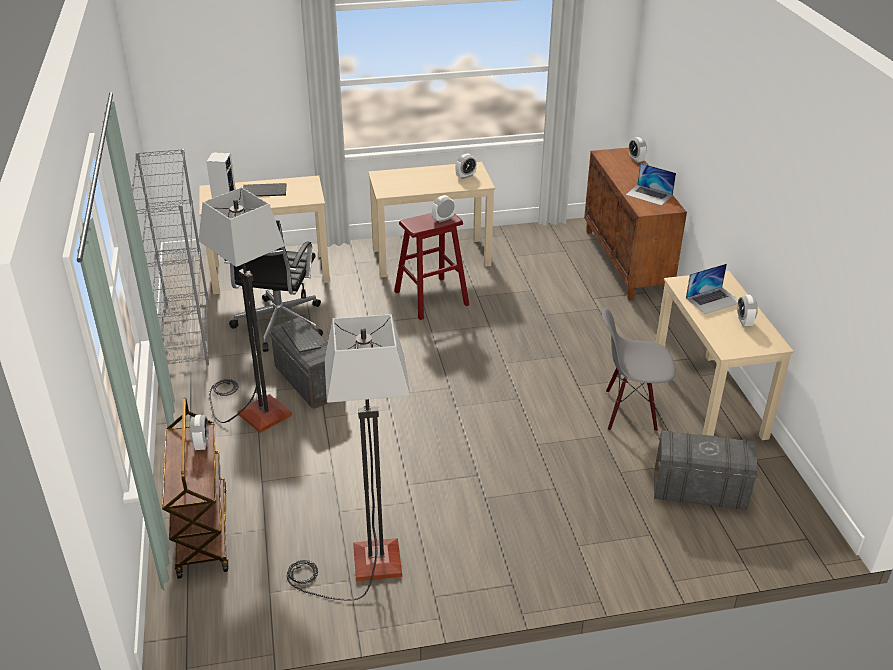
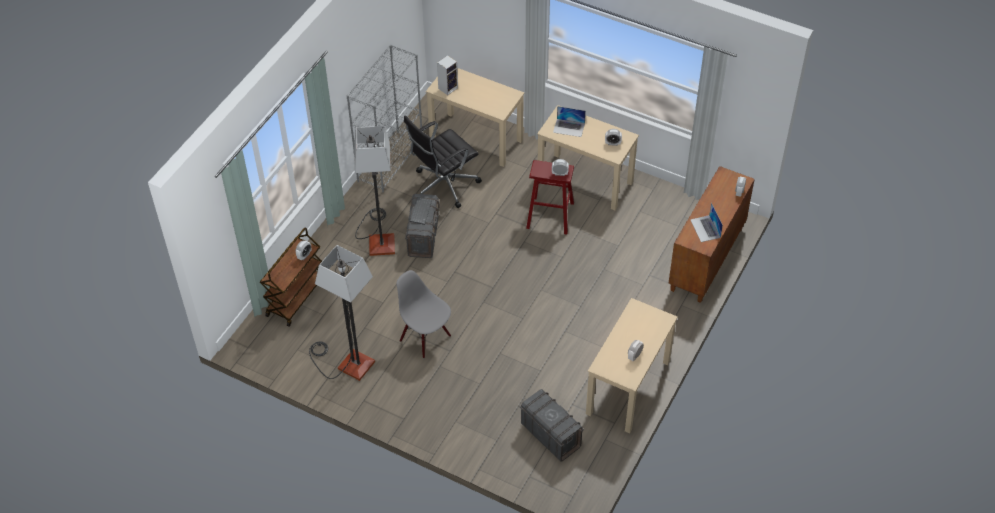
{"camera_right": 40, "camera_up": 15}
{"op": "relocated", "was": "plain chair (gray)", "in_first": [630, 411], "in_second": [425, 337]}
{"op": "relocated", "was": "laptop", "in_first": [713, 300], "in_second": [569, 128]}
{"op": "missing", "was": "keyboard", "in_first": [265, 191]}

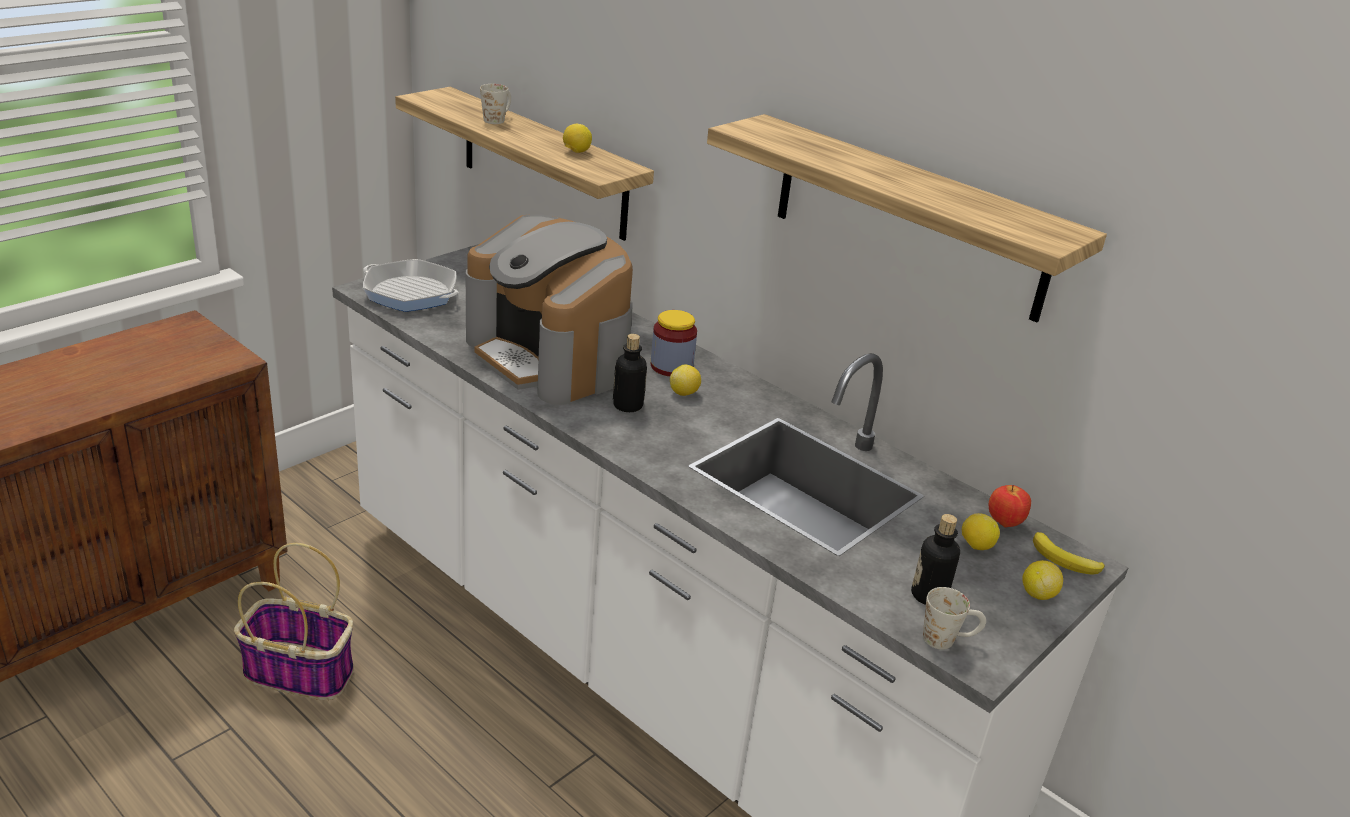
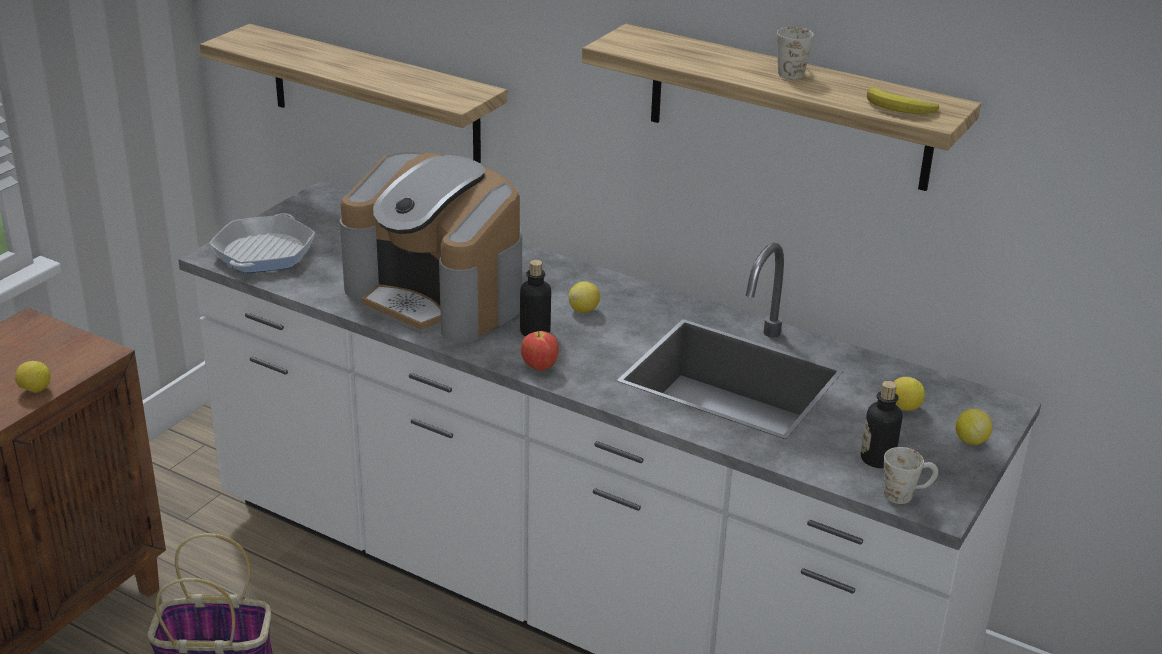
{"camera_right": -10, "camera_up": 0}
{"op": "relocated", "was": "whole lemon", "in_first": [576, 152], "in_second": [35, 390]}
{"op": "spun", "was": "pan", "in_first": [410, 293], "in_second": [264, 252], "clockwise": -90}
{"op": "relocated", "was": "apple fruit", "in_first": [1004, 523], "in_second": [539, 367]}
{"op": "relocated", "was": "coffee mug (whitish)", "in_first": [498, 119], "in_second": [792, 71]}
{"op": "relocated", "was": "banana", "in_first": [1065, 560], "in_second": [901, 108]}
{"op": "missing", "was": "storage jar", "in_first": [671, 366]}

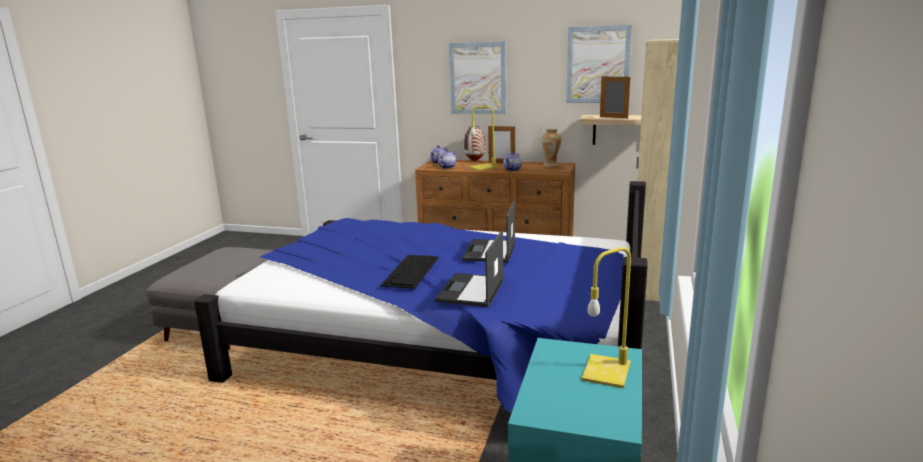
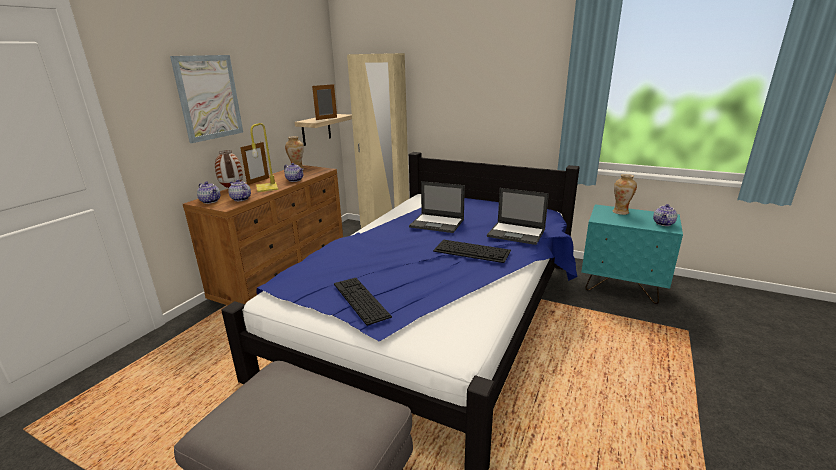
{"camera_right": -80, "camera_up": 5}
{"op": "appeared", "now": "keyboard", "in_second": [361, 300]}
{"op": "exchanged", "was": "tabletop lamp (yellowish)", "now": "vase", "in_first": [606, 370], "in_second": [620, 212]}
{"op": "appeared", "now": "pot for tea", "in_second": [664, 224]}
{"op": "missing", "was": "wall art", "in_first": [598, 65]}

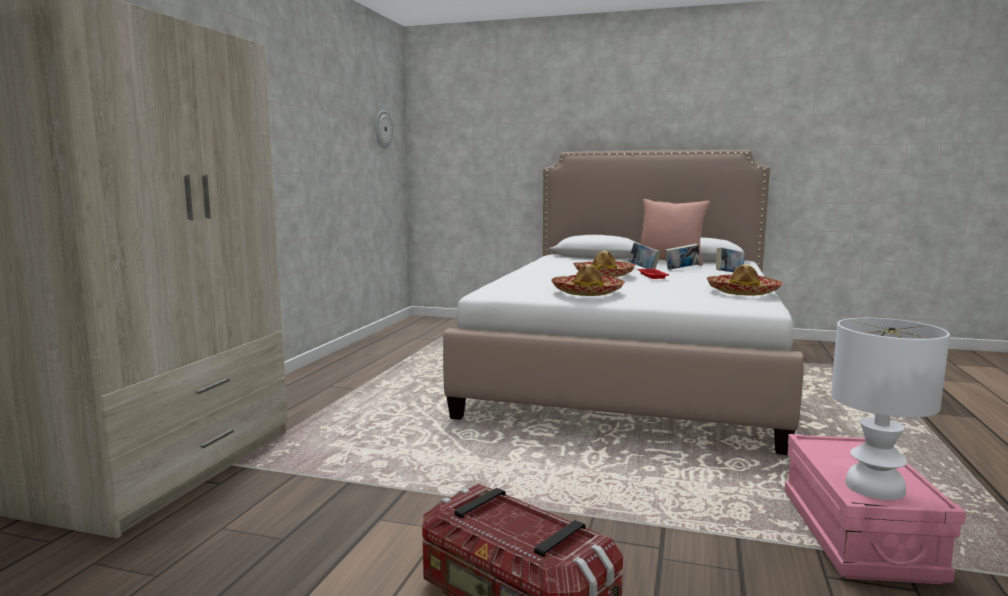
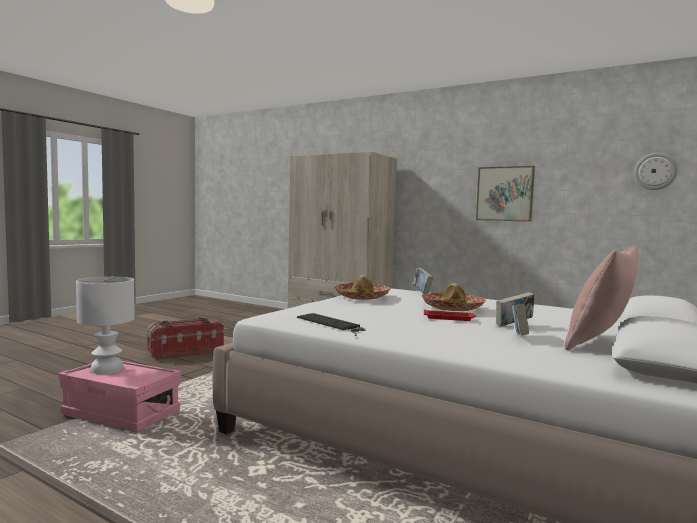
{"camera_right": 105, "camera_up": -5}
{"op": "exchanged", "was": "wearable hat", "now": "keyboard", "in_first": [743, 292], "in_second": [332, 324]}
{"op": "relocated", "was": "volume", "in_first": [729, 274], "in_second": [422, 292]}
{"op": "appeared", "now": "wall art", "in_second": [504, 194]}

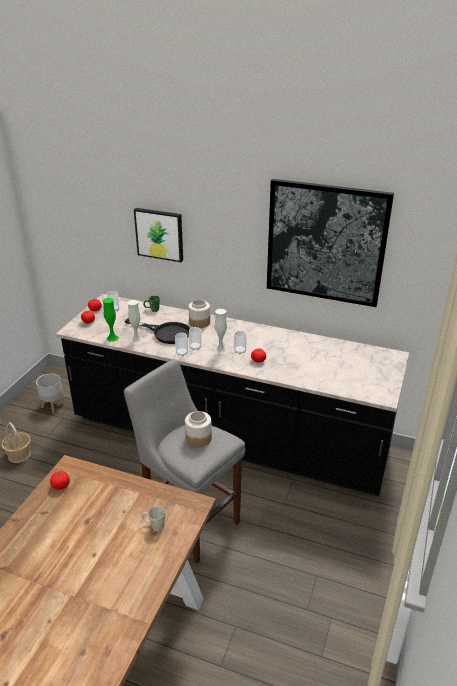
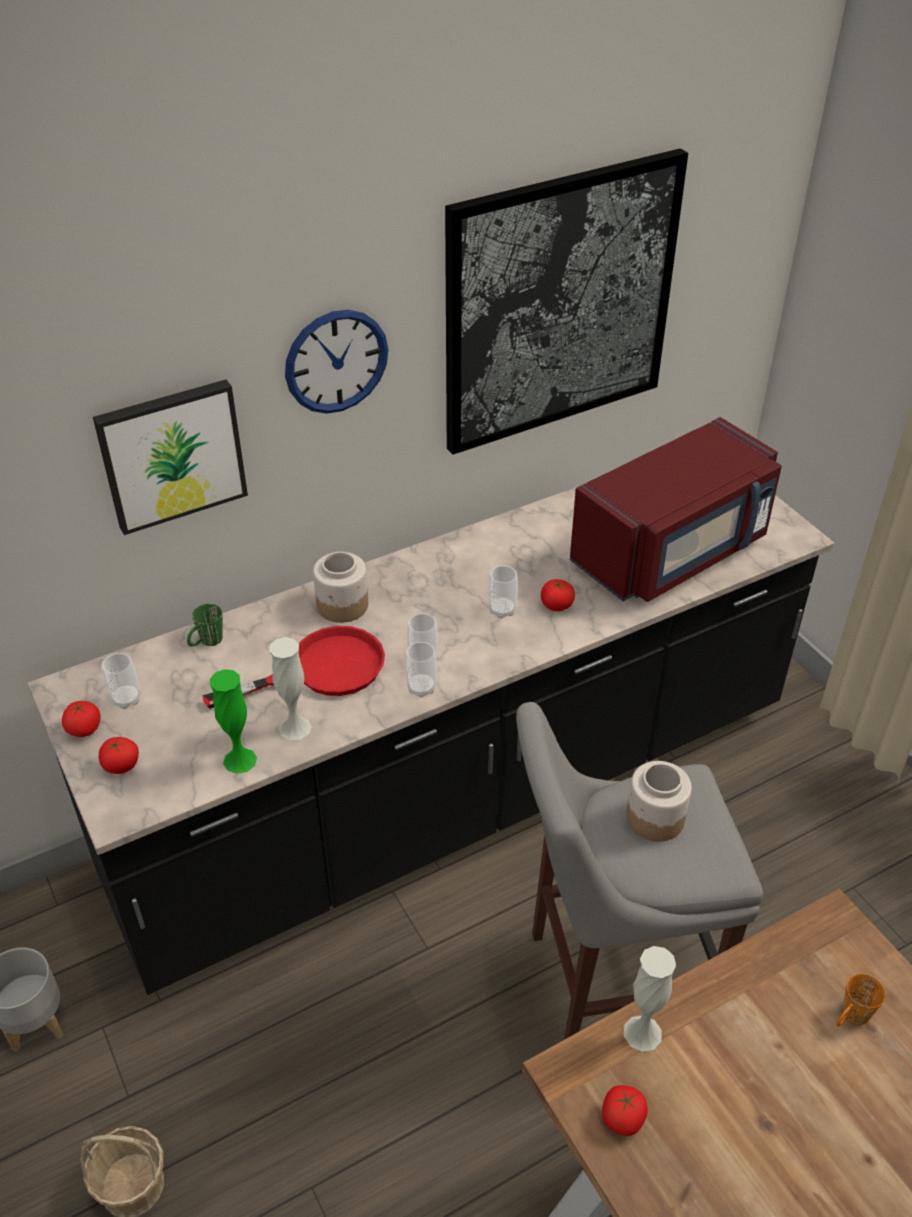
{"camera_right": -50, "camera_up": 10}
{"op": "colour", "was": "pan (blackish)", "now": "pan (red-coloured)", "in_first": [165, 333], "in_second": [320, 670]}
{"op": "appeared", "now": "wall clock", "in_second": [336, 361]}
{"op": "appeared", "now": "microwave oven (red-coloured)", "in_second": [672, 551]}
{"op": "relocated", "was": "vase (whitish)", "in_first": [221, 350], "in_second": [642, 1033]}
{"op": "colour", "was": "coffee mug (whitish)", "now": "coffee mug (orange-coloured)", "in_first": [153, 525], "in_second": [850, 1018]}

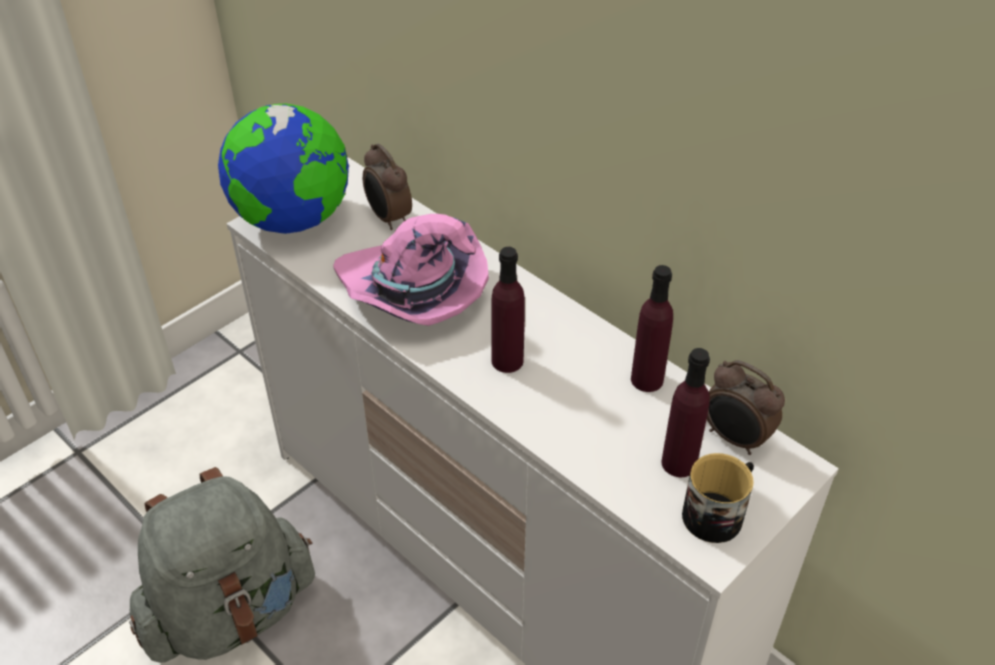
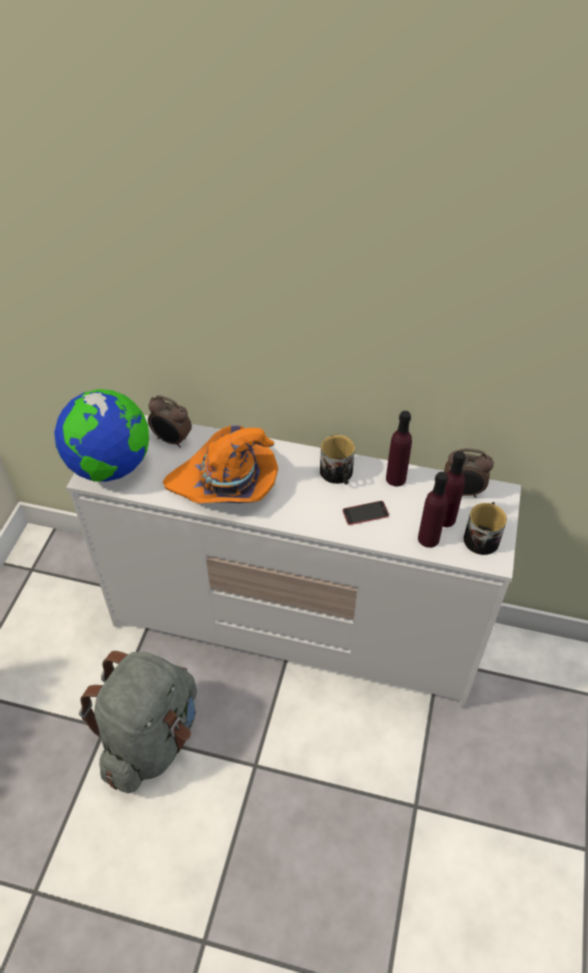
{"camera_right": -30, "camera_up": 5}
{"op": "colour", "was": "wearable hat (pink)", "now": "wearable hat (orange-coloured)", "in_first": [413, 293], "in_second": [226, 483]}
{"op": "appeared", "now": "coffee mug", "in_second": [338, 474]}
{"op": "appeared", "now": "phone", "in_second": [365, 513]}
{"op": "relocated", "was": "beverage bottle (purplish)", "in_first": [507, 361], "in_second": [428, 538]}

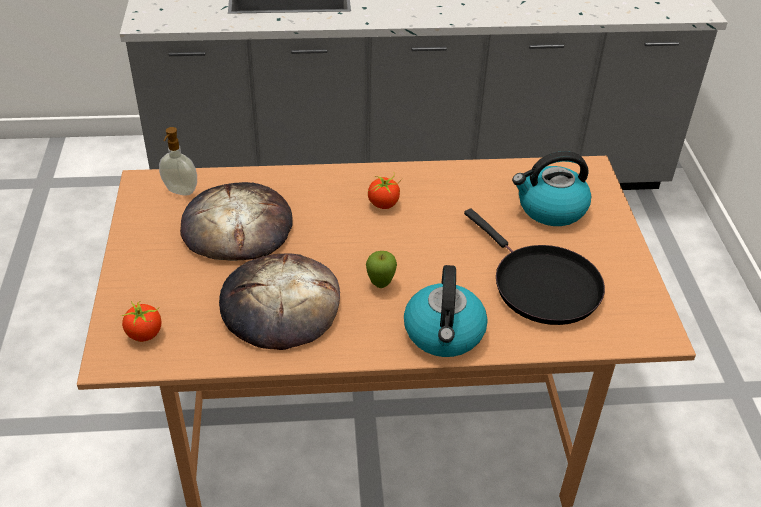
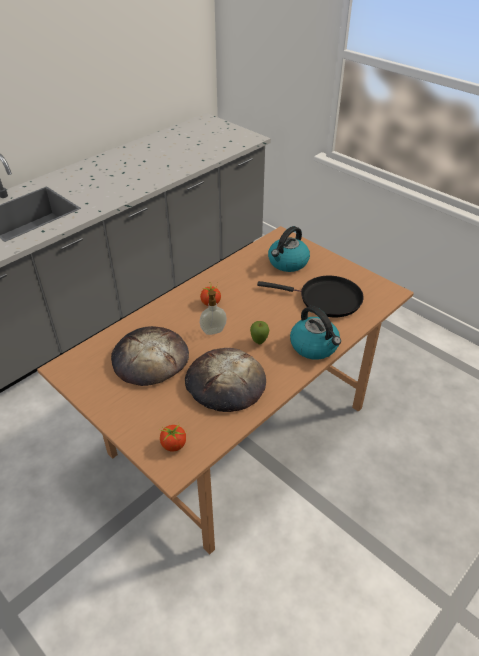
{"camera_right": -40, "camera_up": 0}
{"op": "relocated", "was": "soap dispenser", "in_first": [180, 191], "in_second": [213, 332]}

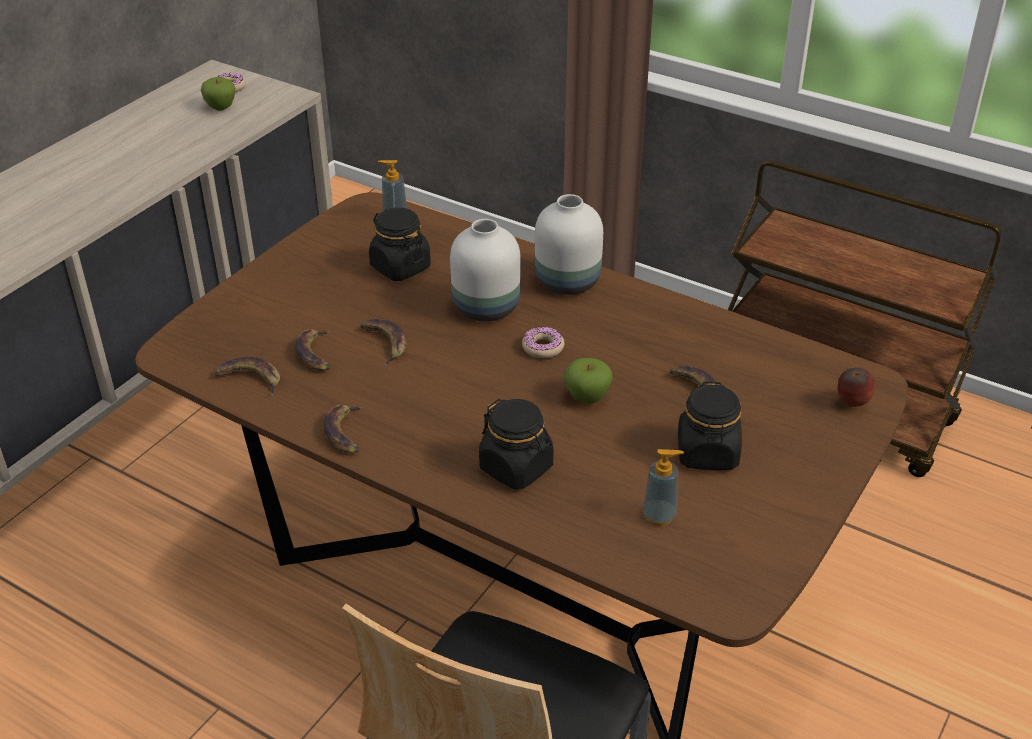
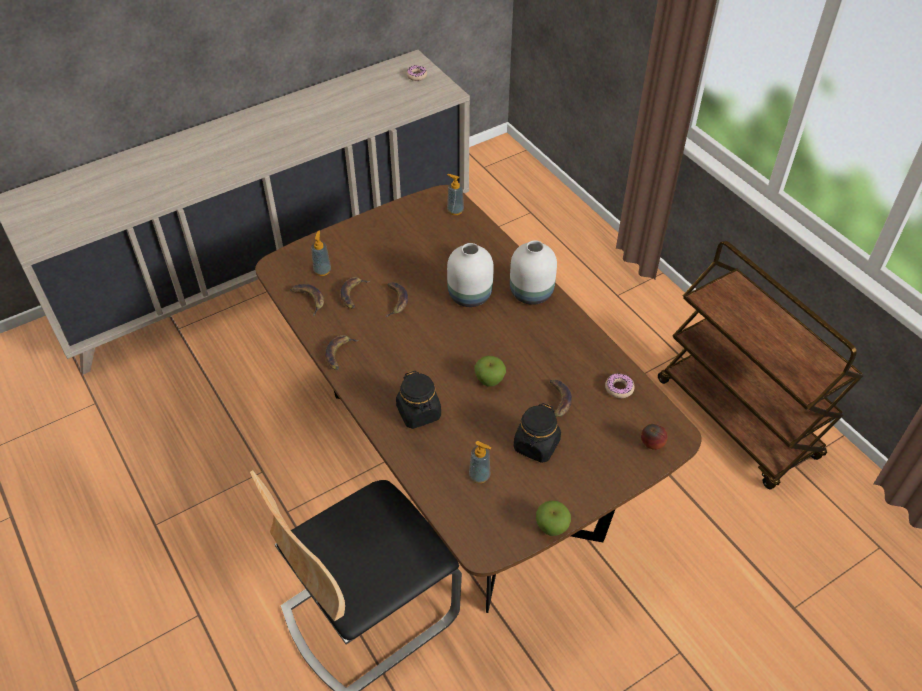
{"camera_right": 25, "camera_up": 10}
{"op": "appeared", "now": "soap dispenser", "in_second": [322, 271]}
{"op": "relocated", "was": "apple fruit", "in_first": [221, 107], "in_second": [551, 527]}
{"op": "relocated", "was": "ring doughnut", "in_first": [543, 347], "in_second": [619, 388]}
{"op": "missing", "was": "storage jar (blackish)", "in_first": [400, 267]}

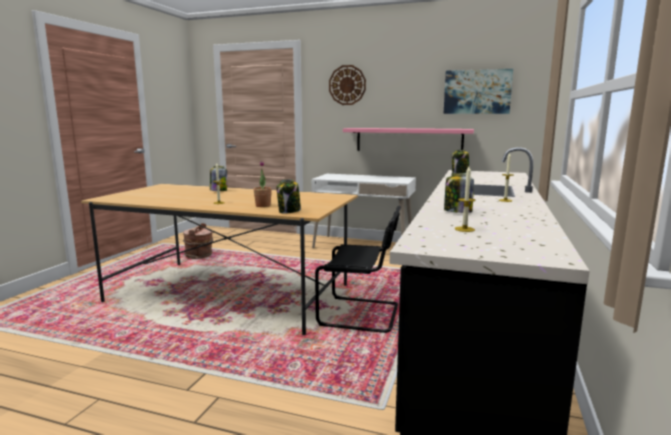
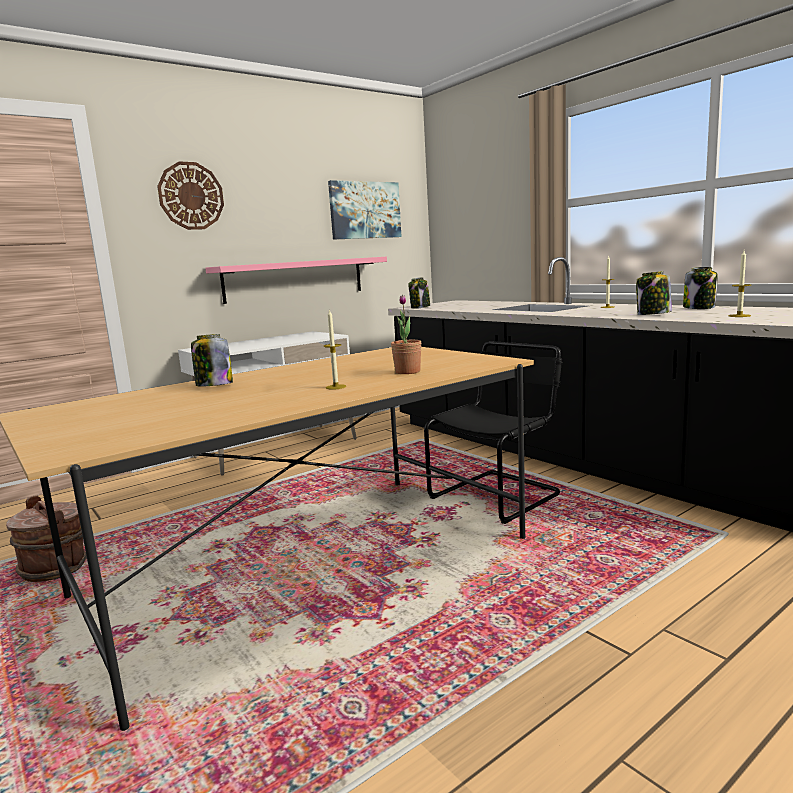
{"camera_right": -55, "camera_up": 0}
{"op": "relocated", "was": "storage jar", "in_first": [289, 211], "in_second": [699, 308]}

